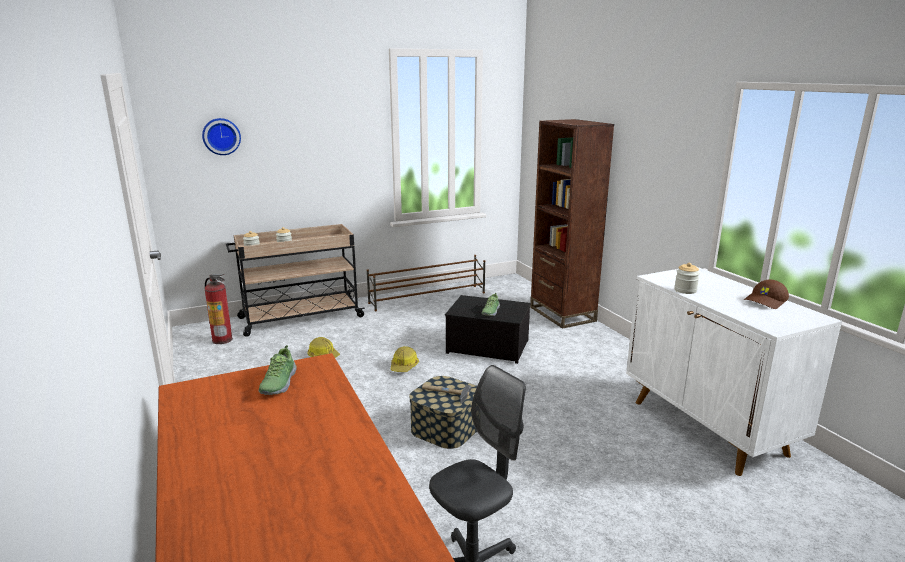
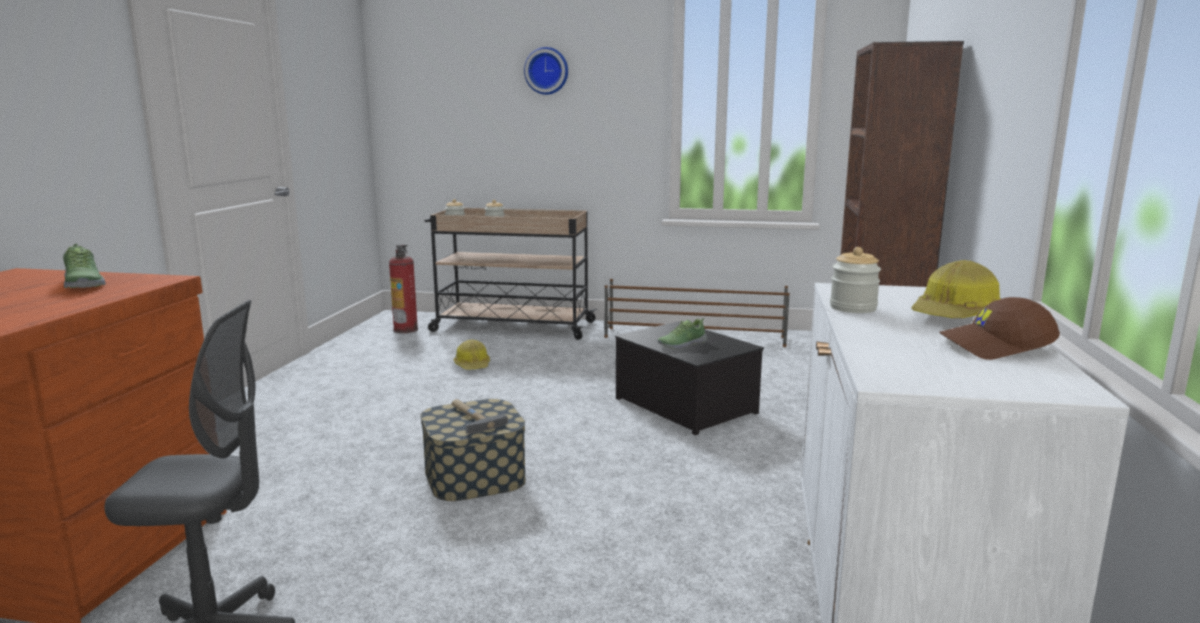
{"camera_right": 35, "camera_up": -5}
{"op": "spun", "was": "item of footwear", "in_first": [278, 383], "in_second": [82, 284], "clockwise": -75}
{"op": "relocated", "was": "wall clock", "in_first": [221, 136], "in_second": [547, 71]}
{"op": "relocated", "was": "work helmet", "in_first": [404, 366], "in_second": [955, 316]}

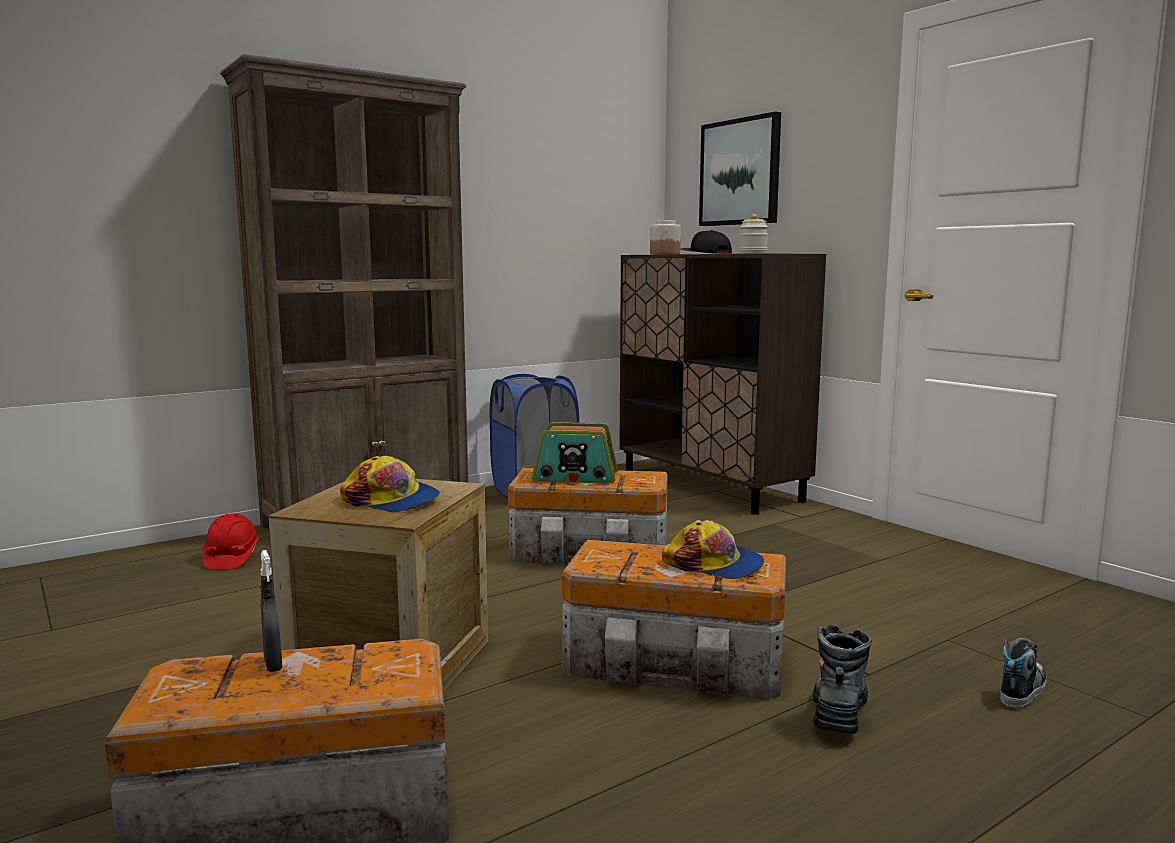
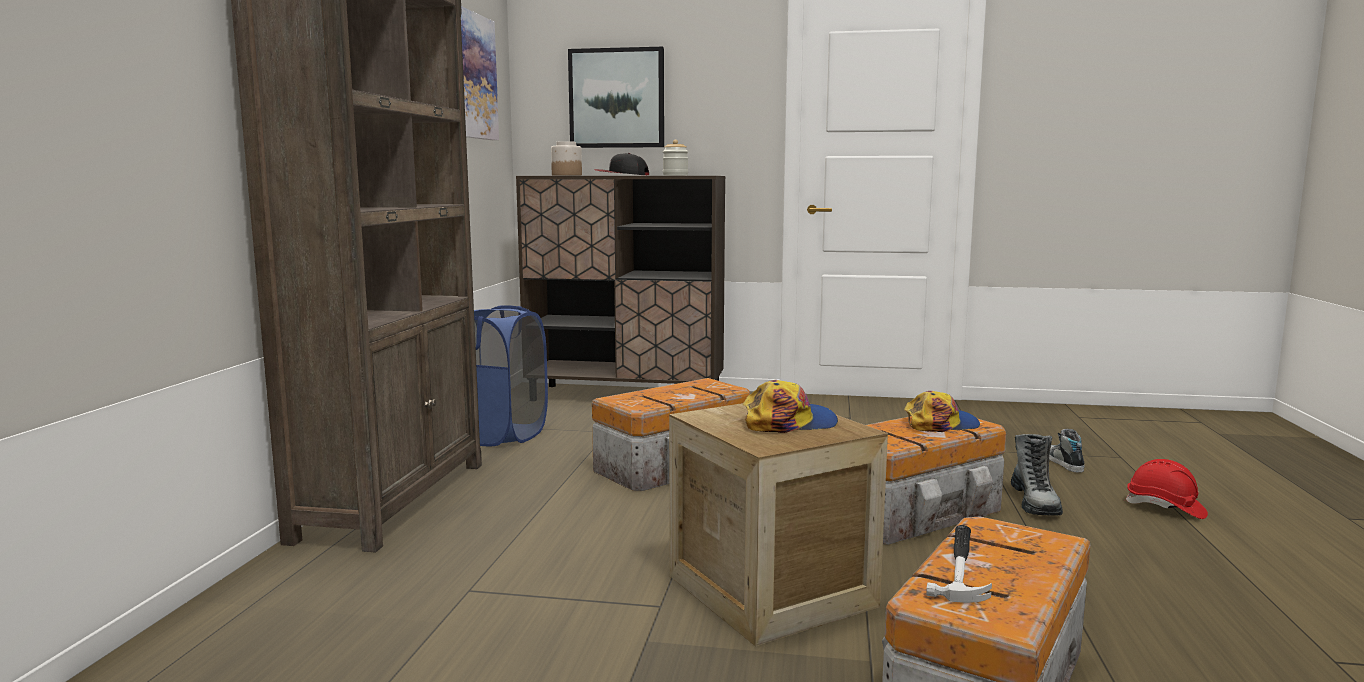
{"camera_right": -45, "camera_up": 0}
{"op": "appeared", "now": "wall art", "in_second": [472, 76]}
{"op": "exchanged", "was": "spray bottle (gray)", "now": "hammer", "in_first": [273, 664], "in_second": [961, 567]}
{"op": "spun", "was": "tall boot", "in_first": [839, 710], "in_second": [1035, 503], "clockwise": -150}
{"op": "relocated", "was": "work helmet (red-coloured)", "in_first": [231, 559], "in_second": [1165, 508]}
{"op": "missing", "was": "radio receiver", "in_first": [575, 477]}

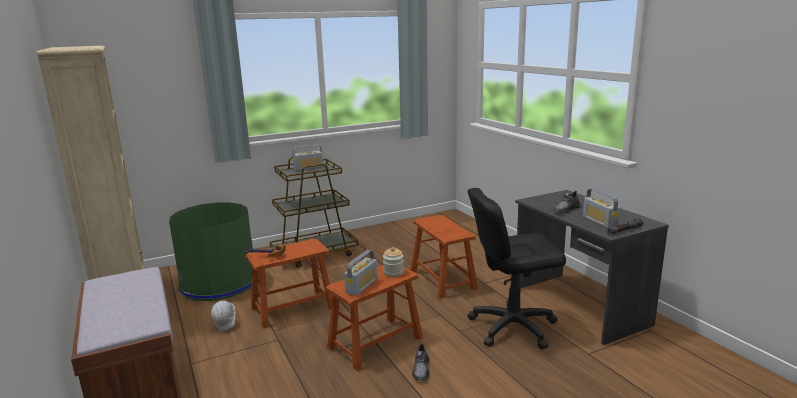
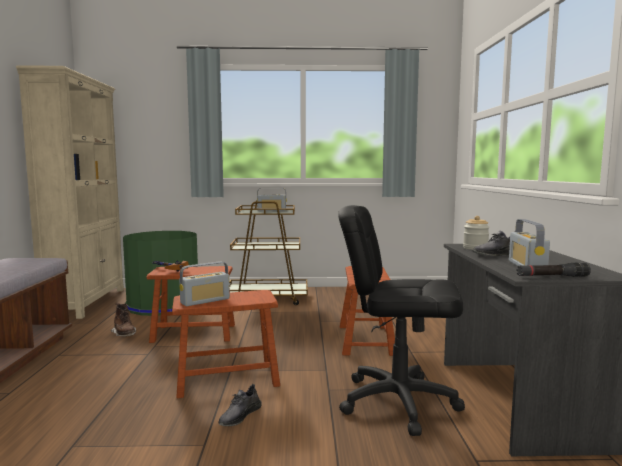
{"camera_right": 25, "camera_up": -10}
{"op": "exchanged", "was": "work helmet (whitish)", "now": "tall boot (brown-coloured)", "in_first": [226, 326], "in_second": [124, 334]}
{"op": "relocated", "was": "storage jar", "in_first": [393, 272], "in_second": [475, 248]}

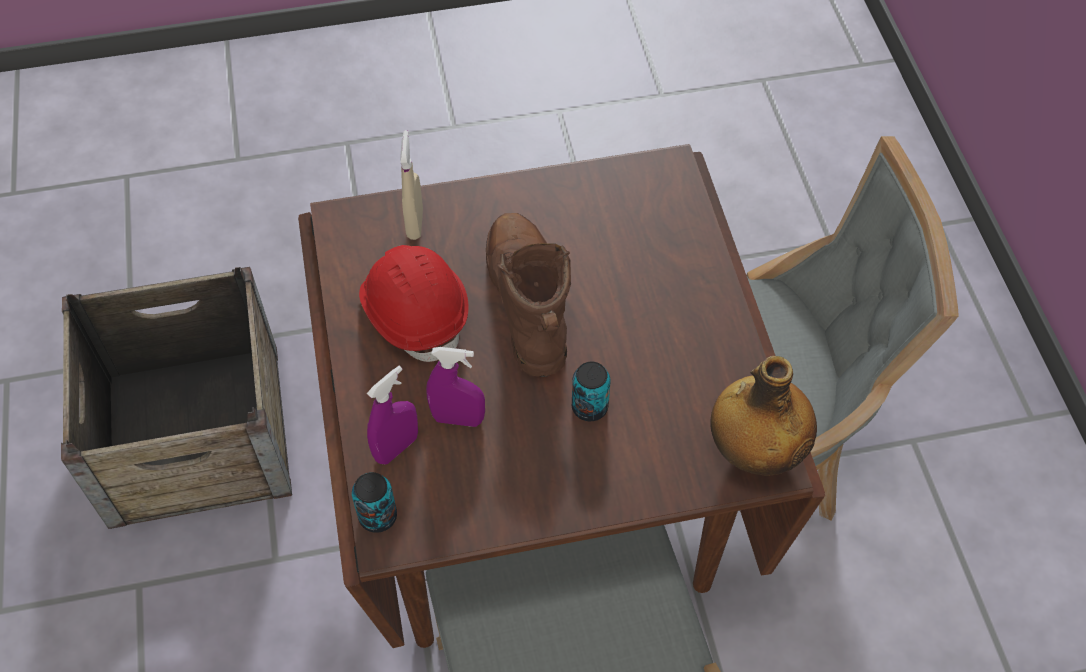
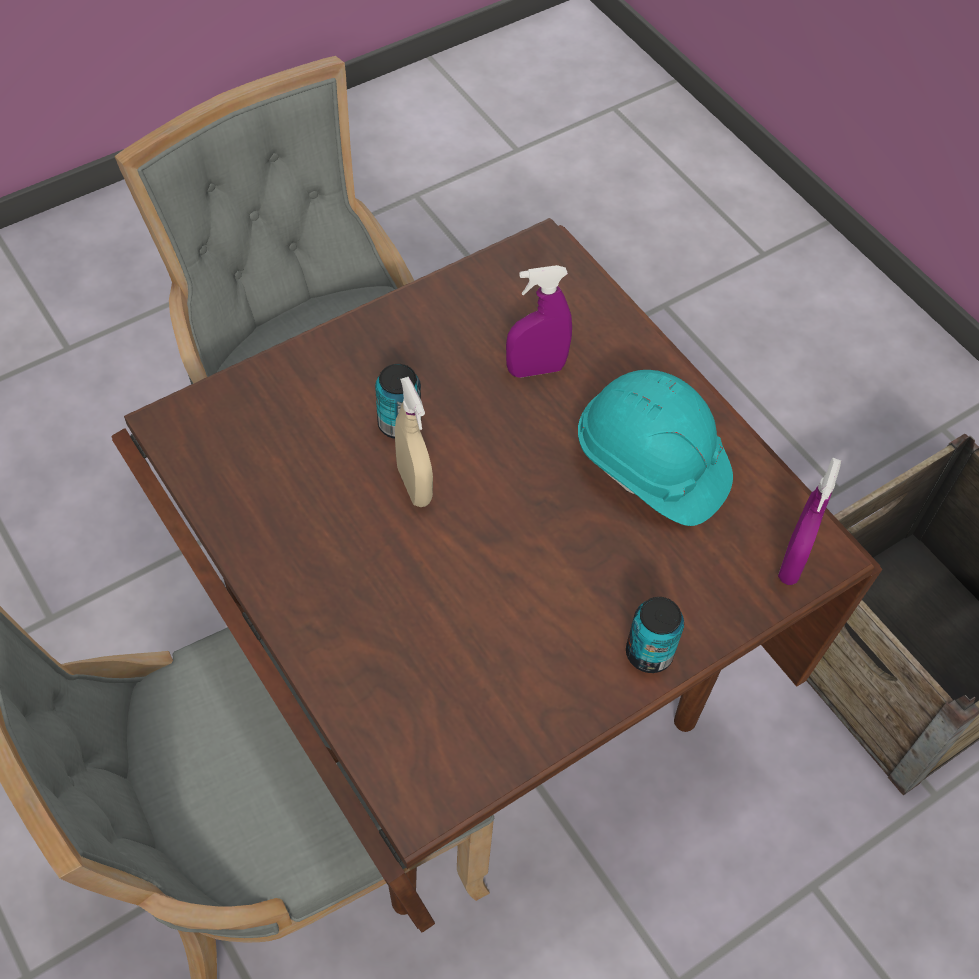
{"camera_right": 155, "camera_up": 0}
{"op": "relocated", "was": "spray bottle (beige-coloured)", "in_first": [415, 223], "in_second": [414, 485]}
{"op": "colour", "was": "work helmet (red-coloured)", "now": "work helmet (turquoise-coloured)", "in_first": [415, 312], "in_second": [651, 466]}
{"op": "relocated", "was": "metal can", "in_first": [378, 516], "in_second": [649, 653]}
{"op": "relocated", "was": "spray bottle (purplish)", "in_first": [396, 448], "in_second": [792, 562]}
{"op": "missing", "was": "tall boot (brown-coloured)", "in_first": [528, 302]}
{"op": "missing", "was": "beverage bottle", "in_first": [755, 451]}

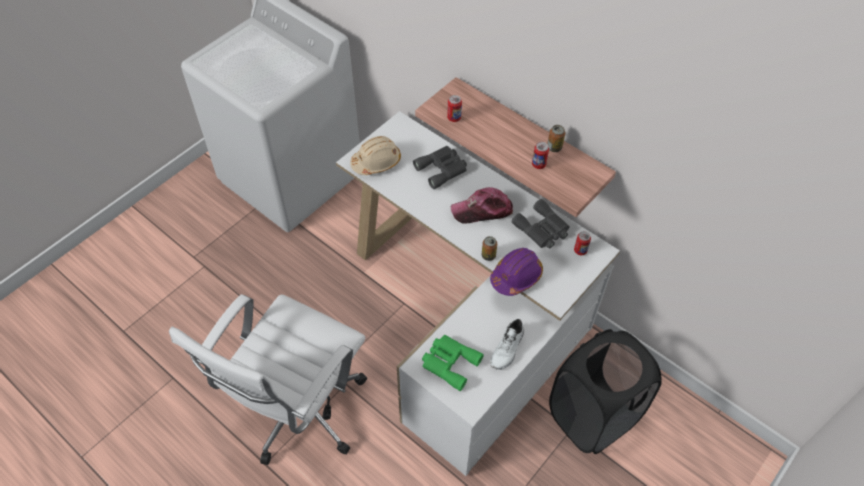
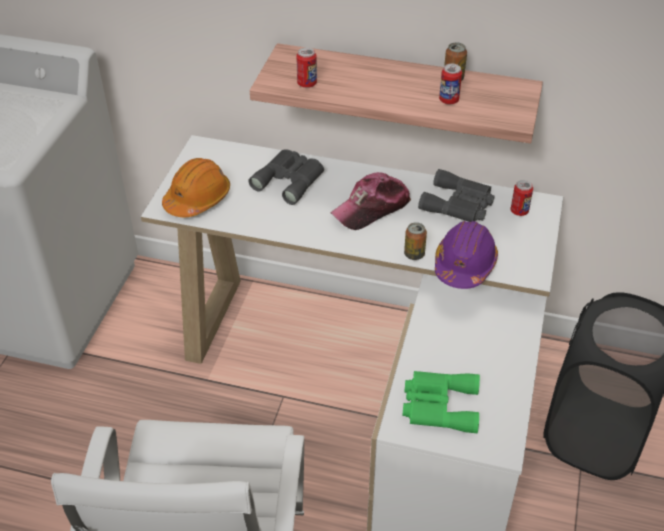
{"camera_right": -25, "camera_up": -10}
{"op": "colour", "was": "work helmet (beige-coloured)", "now": "work helmet (orange-coloured)", "in_first": [376, 162], "in_second": [197, 199]}
{"op": "missing", "was": "item of footwear (whitish)", "in_first": [508, 349]}

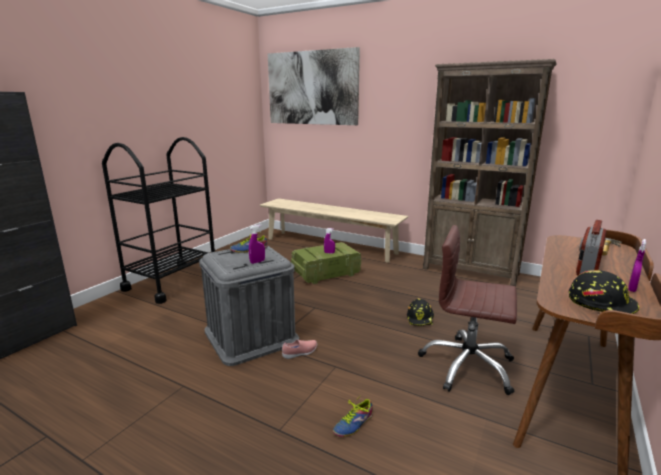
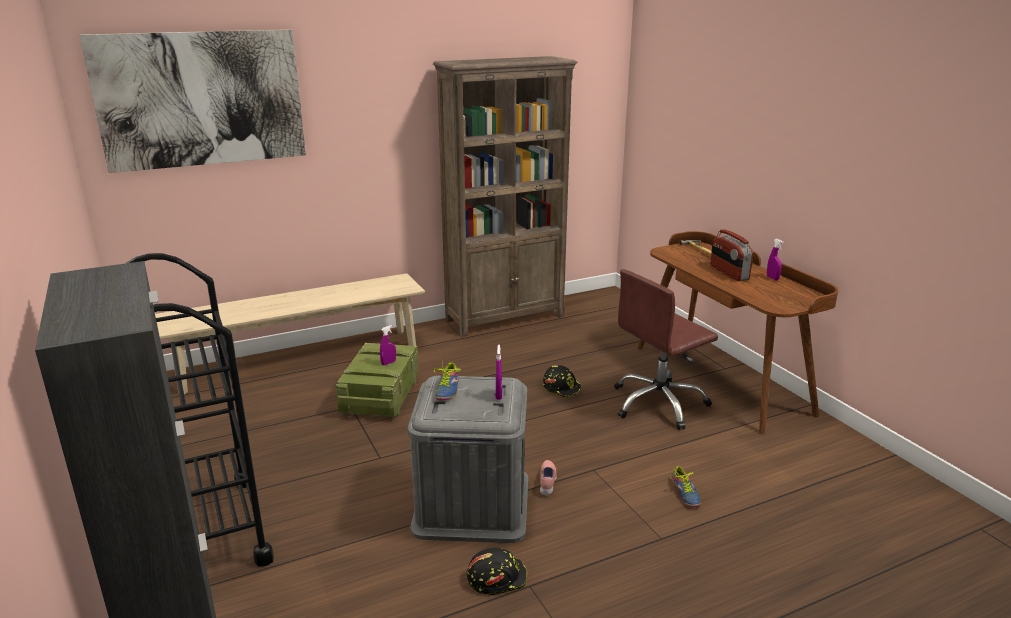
{"camera_right": -55, "camera_up": 5}
{"op": "relocated", "was": "work helmet (blackish)", "in_first": [601, 303], "in_second": [497, 577]}

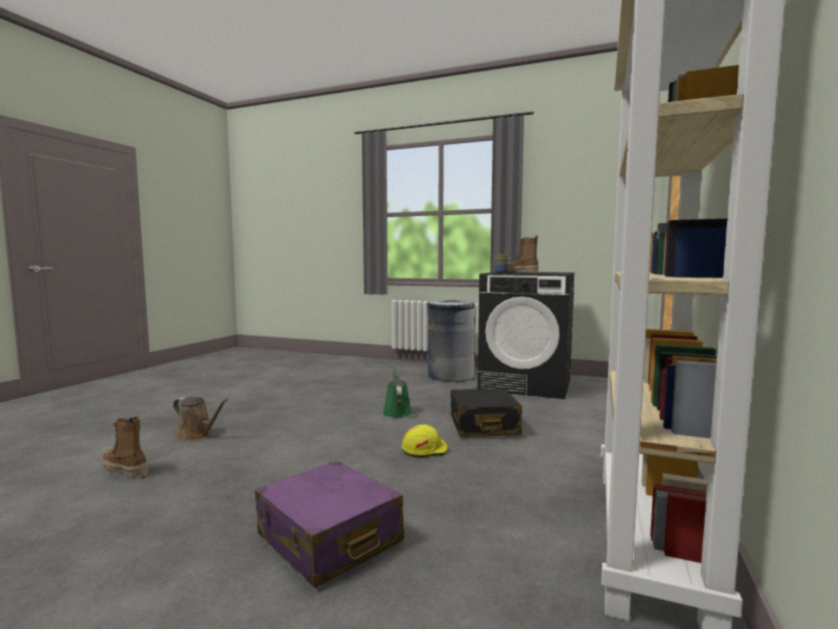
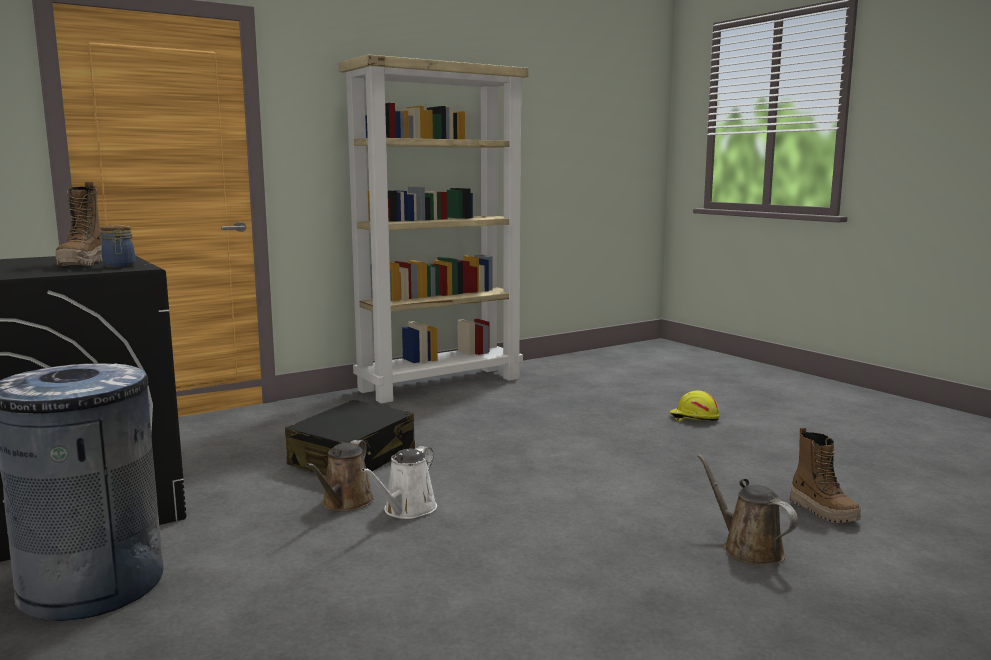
{"camera_right": -145, "camera_up": 5}
{"op": "appeared", "now": "watering pot (brown-coloured)", "in_second": [345, 503]}
{"op": "colour", "was": "watering pot (greenish)", "now": "watering pot (whitish)", "in_first": [396, 411], "in_second": [407, 510]}
{"op": "relocated", "was": "work helmet (yellowish)", "in_first": [424, 450], "in_second": [693, 418]}
{"op": "missing", "was": "travel case (purplish)", "in_first": [329, 539]}

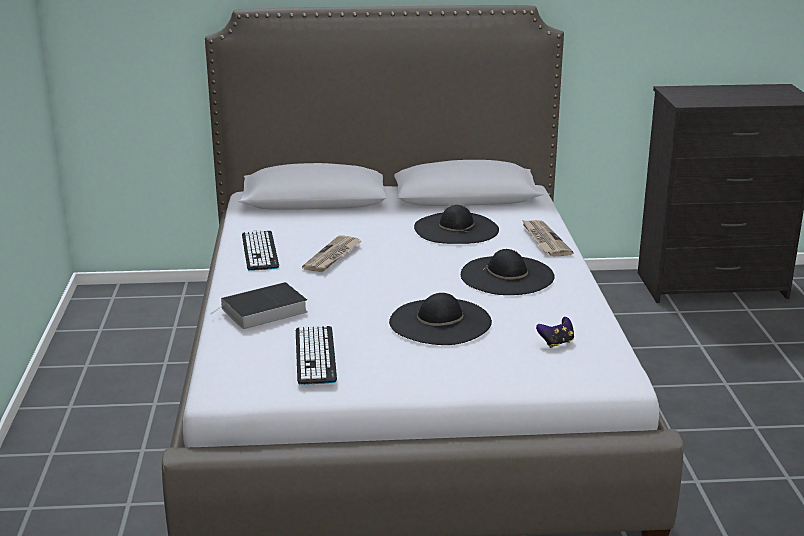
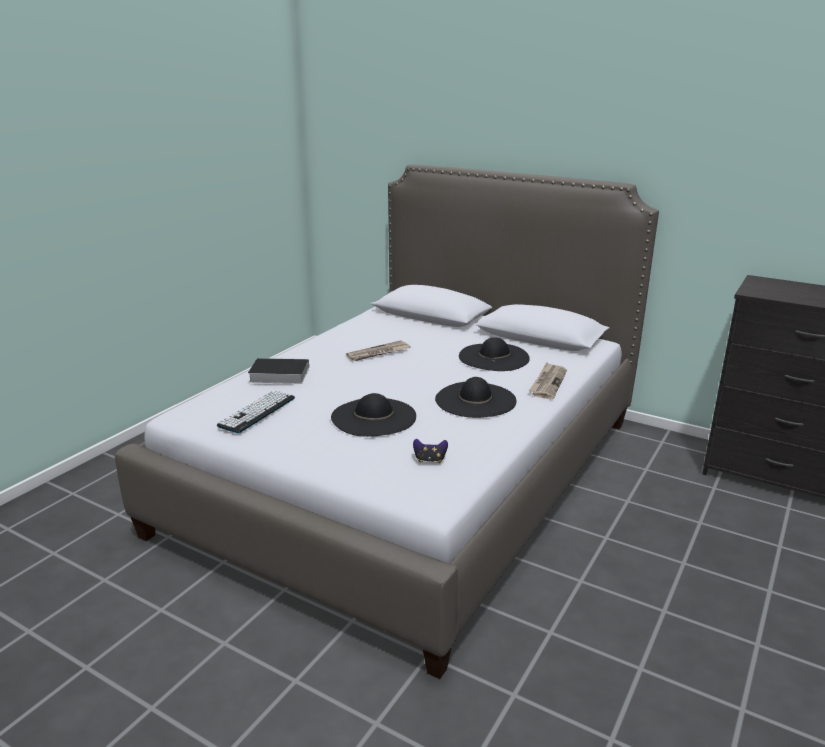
{"camera_right": 35, "camera_up": 0}
{"op": "missing", "was": "keyboard", "in_first": [260, 251]}

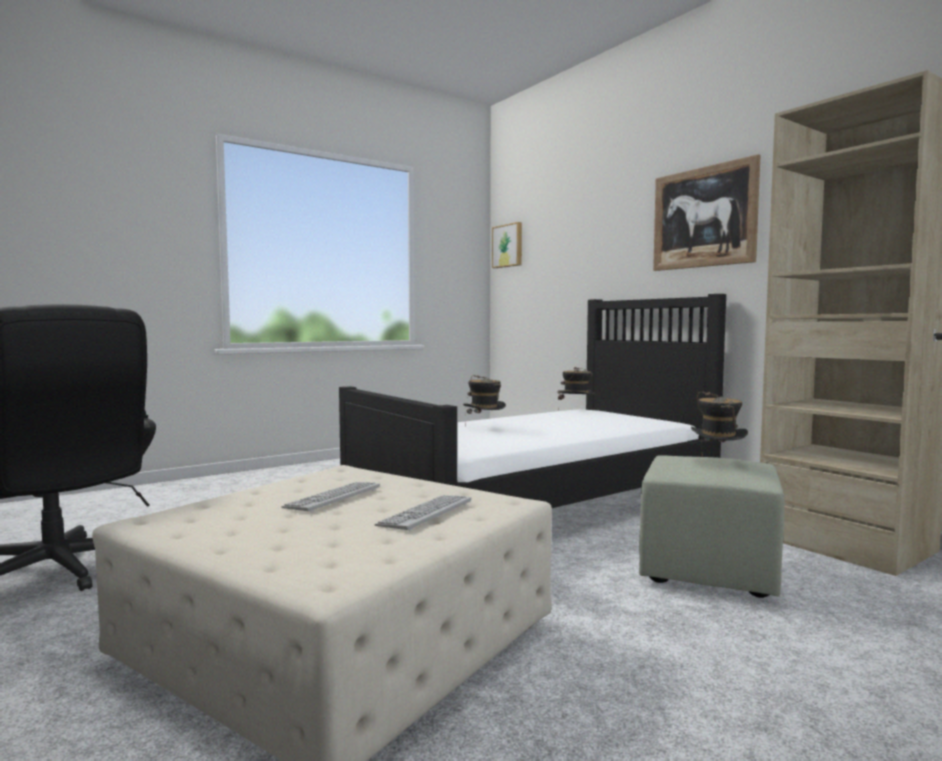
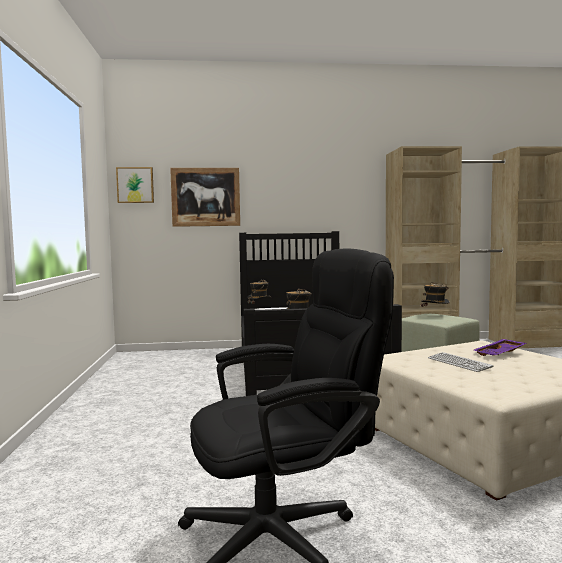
{"camera_right": -60, "camera_up": 0}
{"op": "relocated", "was": "wall art", "in_first": [703, 217], "in_second": [205, 197]}
{"op": "exchanged", "was": "keyboard", "now": "tray (purplish)", "in_first": [425, 514], "in_second": [500, 354]}

